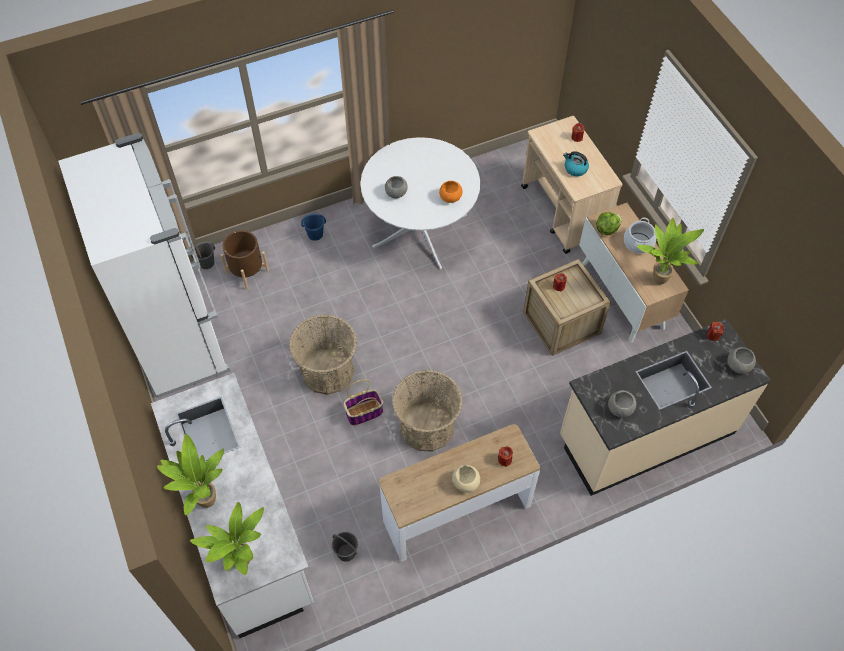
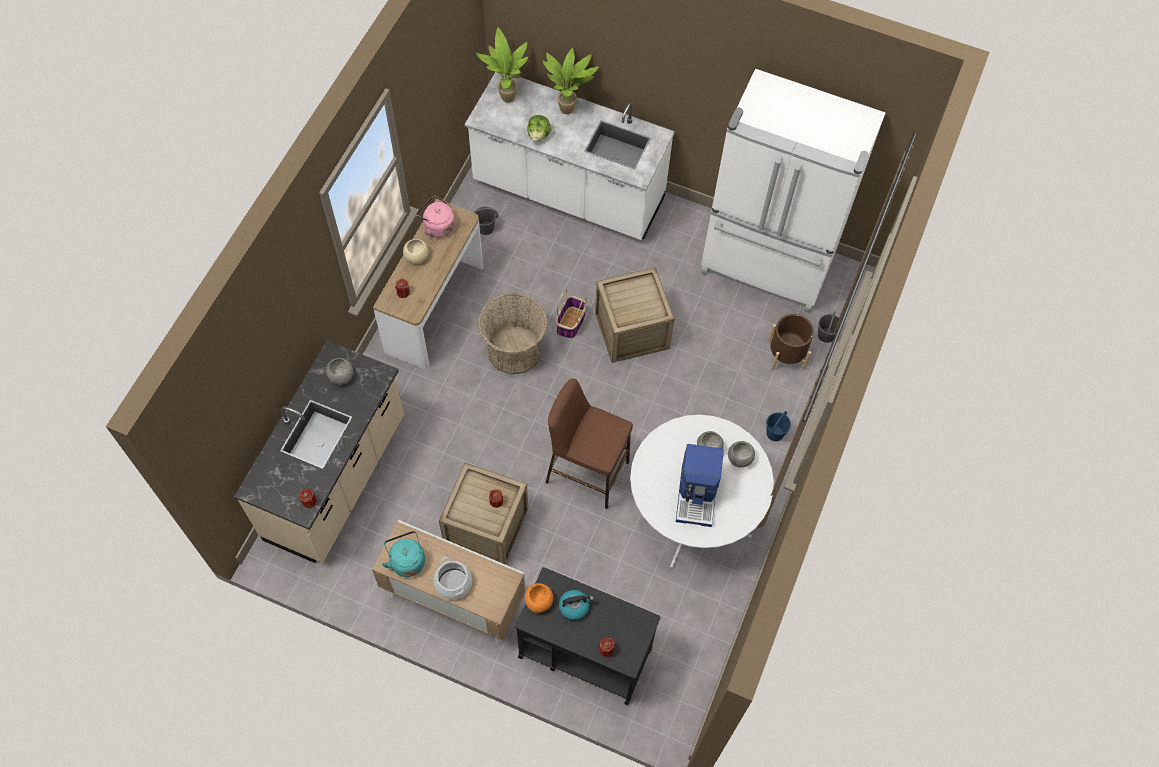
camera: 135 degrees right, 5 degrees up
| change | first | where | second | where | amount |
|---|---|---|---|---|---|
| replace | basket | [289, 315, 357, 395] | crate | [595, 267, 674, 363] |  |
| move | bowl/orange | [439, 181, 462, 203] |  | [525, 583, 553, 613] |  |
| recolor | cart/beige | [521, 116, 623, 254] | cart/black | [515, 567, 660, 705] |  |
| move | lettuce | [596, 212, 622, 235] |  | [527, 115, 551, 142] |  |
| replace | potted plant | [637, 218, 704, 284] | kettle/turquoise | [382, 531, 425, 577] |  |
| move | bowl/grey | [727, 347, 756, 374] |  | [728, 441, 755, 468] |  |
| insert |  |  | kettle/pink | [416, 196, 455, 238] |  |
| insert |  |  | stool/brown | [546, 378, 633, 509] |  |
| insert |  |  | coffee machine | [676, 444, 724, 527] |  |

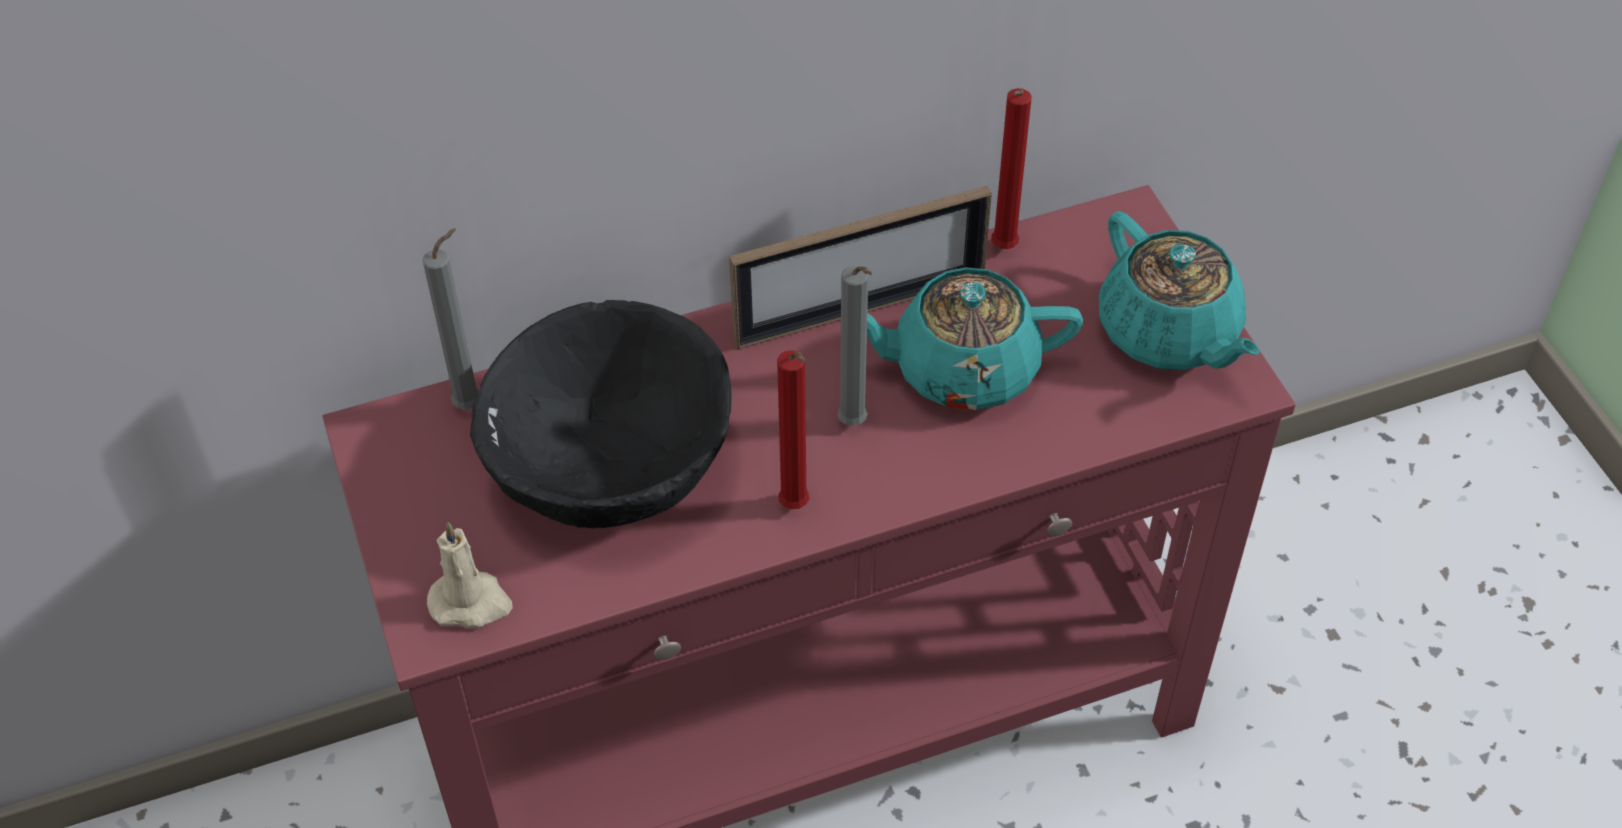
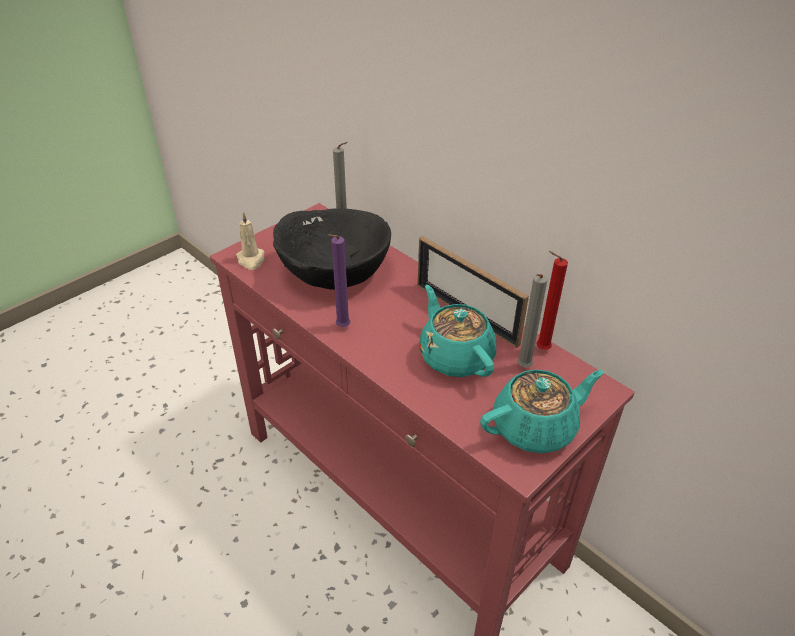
camera: 65 degrees right, 10 degrees down
| change | first | where | second | where | amount |
|---|---|---|---|---|---|
| recolor | candle/red | [777, 350, 809, 509] | candle/purple | [328, 234, 350, 327] |  |
| move | candle/grey | [837, 266, 872, 426] |  | [517, 274, 548, 368] |  |
| rotate | teapot/turquoise | [1099, 211, 1260, 370] |  | [480, 369, 604, 453] | 150 degrees counterclockwise |

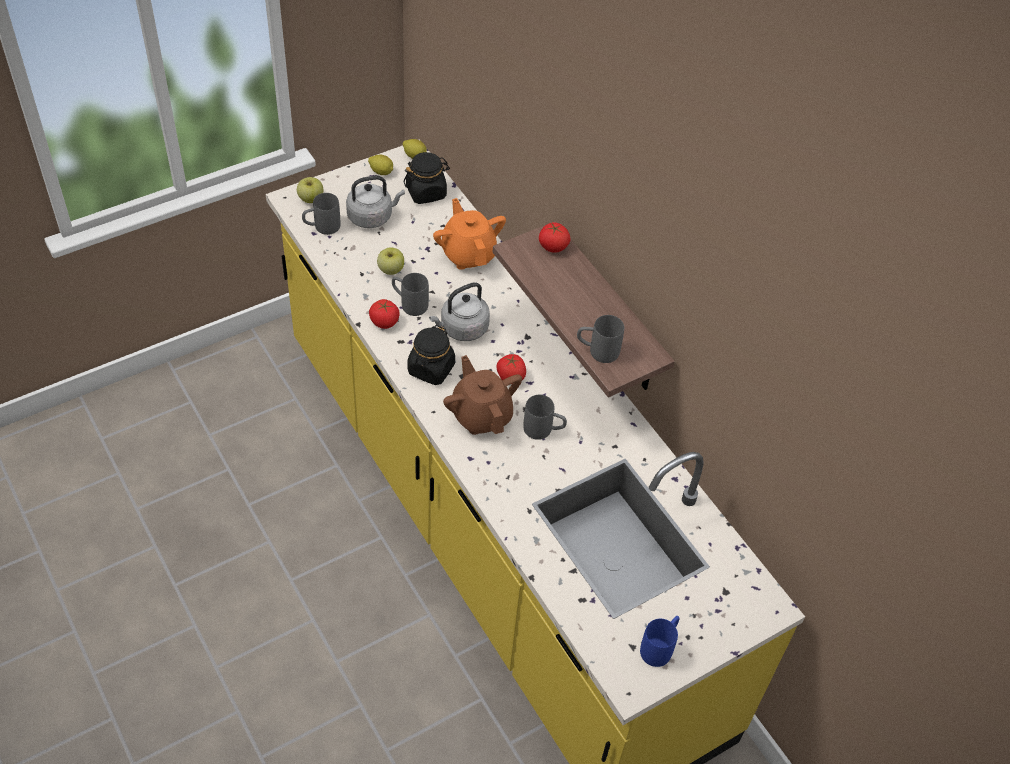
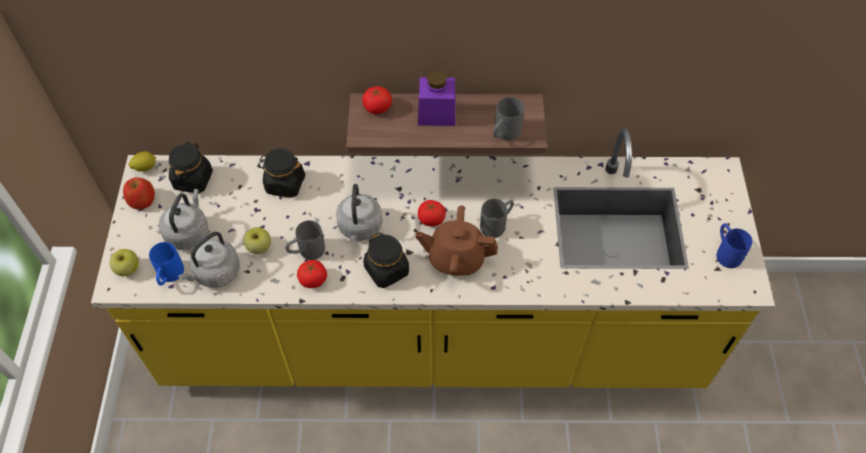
camera: 55 degrees left, 5 degrees up
| change | first | where | second | where | amount |
|---|---|---|---|---|---|
| recolor | mug/grey | [302, 193, 340, 235] | mug/blue | [149, 242, 184, 286] |  |
| replace | lemon | [368, 155, 393, 175] | apple | [123, 177, 155, 209] |  |
| replace | teapot/orange | [433, 198, 506, 270] | jar/black | [257, 148, 306, 198] |  |
| insert |  |  | kettle/grey | [178, 232, 240, 288] |  |
| insert |  |  | jar/purple | [418, 71, 456, 126] |  |

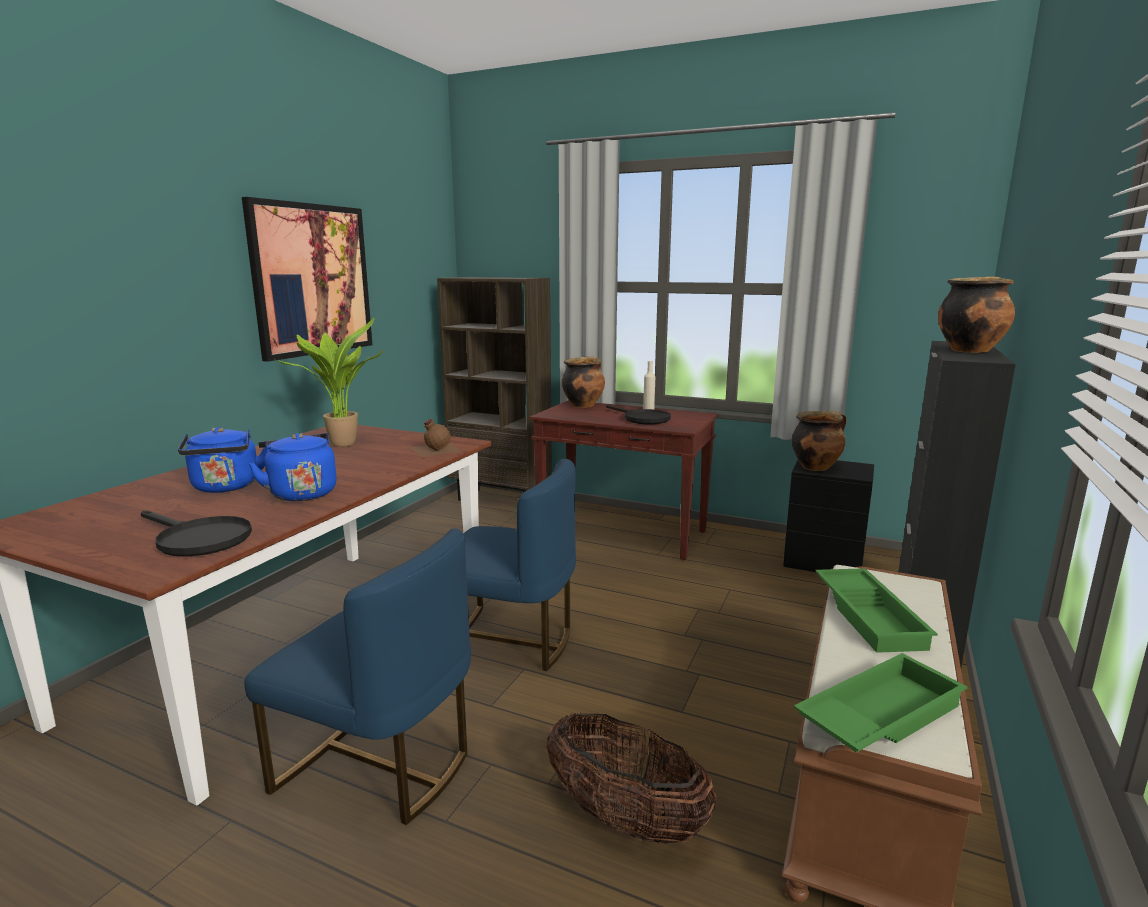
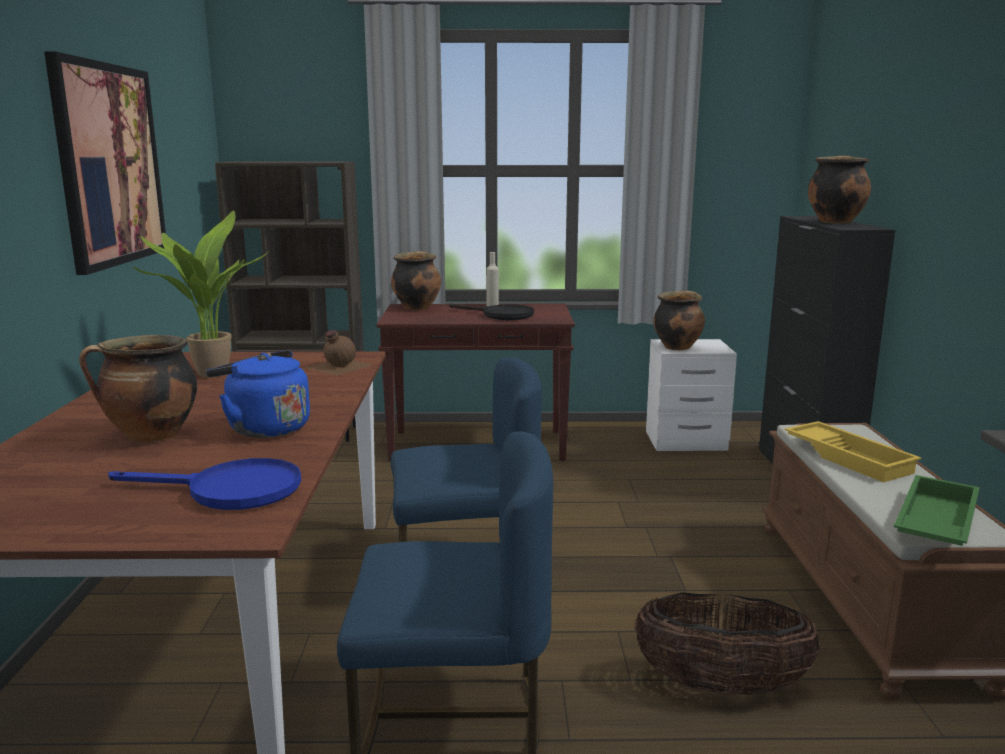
camera: 25 degrees left, 0 degrees up
| change | first | where | second | where | amount |
|---|---|---|---|---|---|
| recolor | frying pan/black | [141, 510, 252, 556] | frying pan/blue | [108, 458, 301, 510] |  |
| replace | kettle/blue | [178, 427, 267, 493] | cooking pot | [79, 335, 197, 443] |  |
| recolor | nightstand/black | [783, 460, 874, 572] | nightstand/white | [646, 339, 737, 451] |  |
| recolor | tray/green | [816, 568, 938, 653] | tray/yellow | [785, 421, 921, 482] |  |

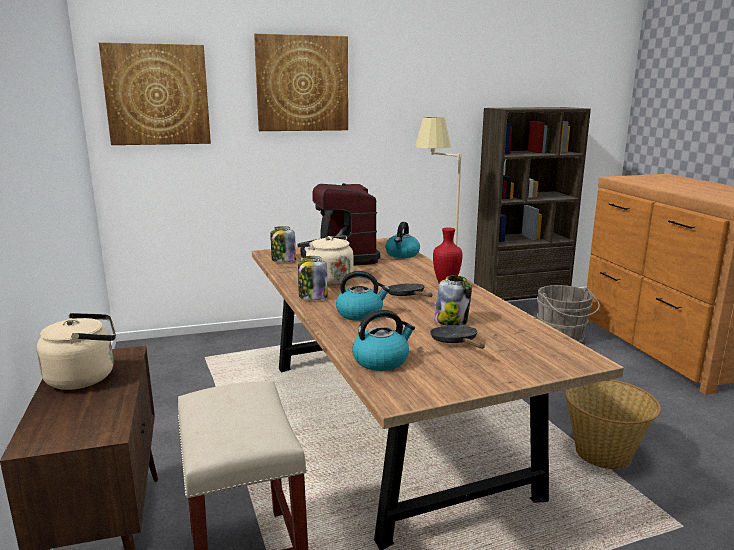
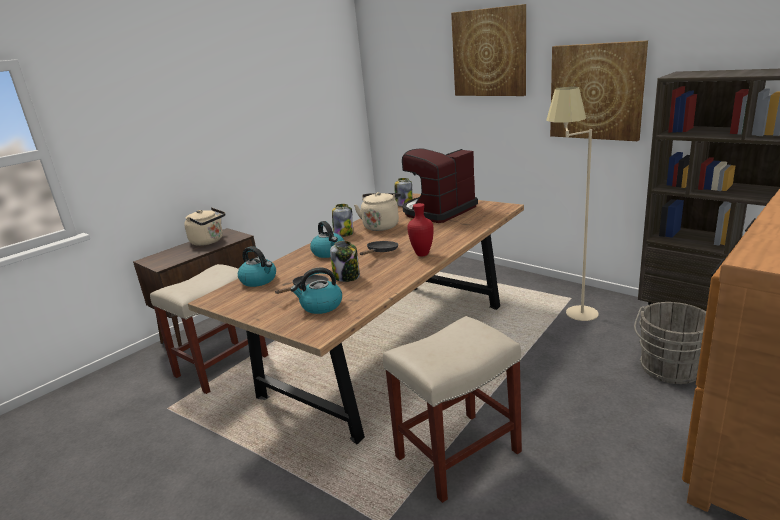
camera: 60 degrees right, 5 degrees up
| change | first | where | second | where | amount |
|---|---|---|---|---|---|
| move | picture | [99, 42, 211, 145] |  | [550, 40, 648, 141] |  |
| move | kettle | [385, 222, 420, 258] |  | [290, 267, 342, 314] |  |
| replace | basket | [565, 379, 661, 470] | stool/beige | [383, 316, 522, 503] |  |

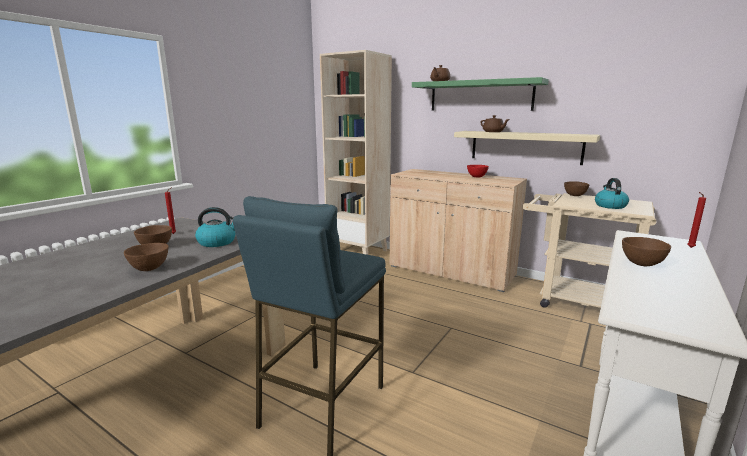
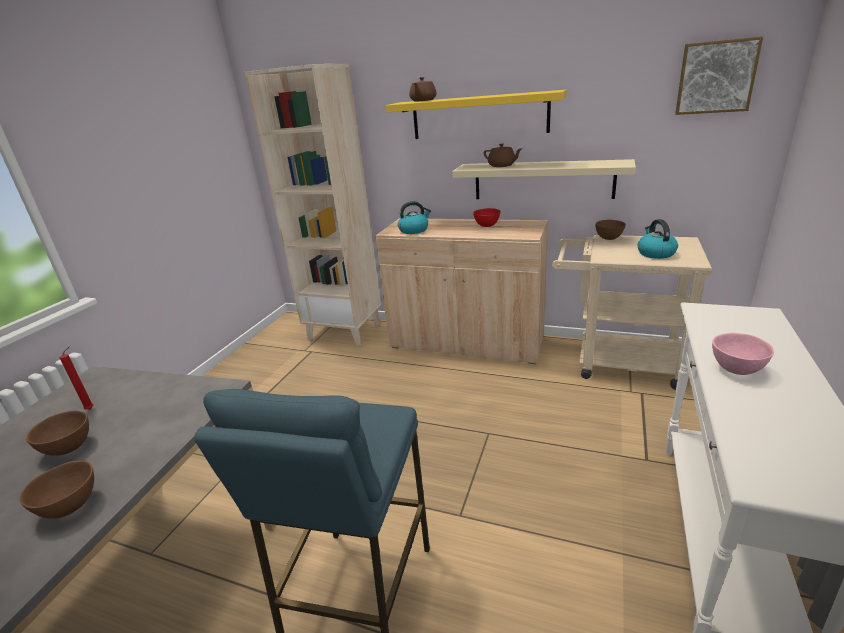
camera: 10 degrees left, 10 degrees up
| change | first | where | second | where | amount |
|---|---|---|---|---|---|
| move | kettle | [195, 207, 236, 247] |  | [398, 201, 431, 234] |  |
| recolor | shelf/green | [412, 77, 549, 111] | shelf/yellow | [385, 90, 567, 139] |  |
| recolor | bowl/brown | [622, 237, 671, 266] | bowl/pink | [712, 333, 774, 375] |  |
| delete | candle/red | [687, 192, 706, 248] |  |  |  |
| insert |  |  | picture | [675, 36, 763, 115] |  |

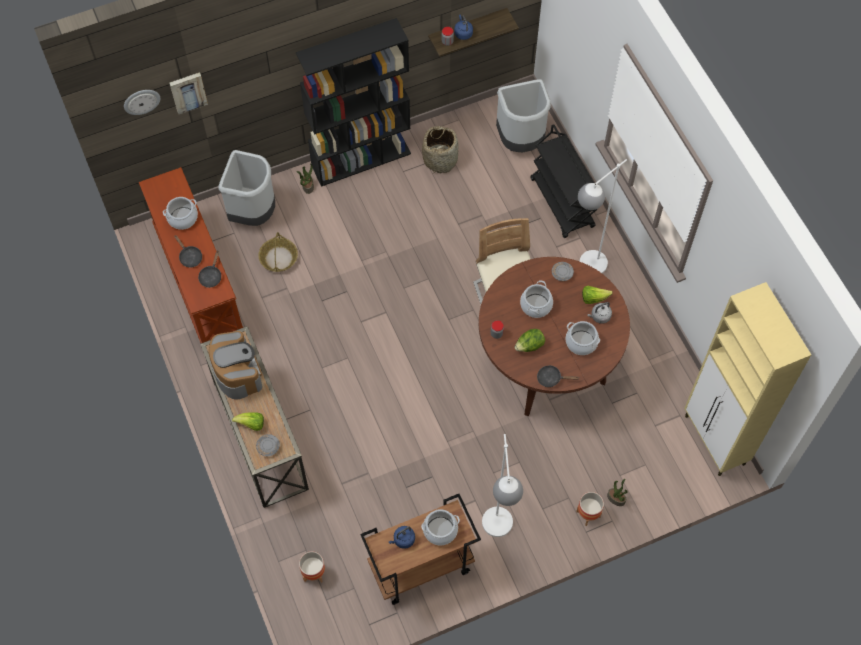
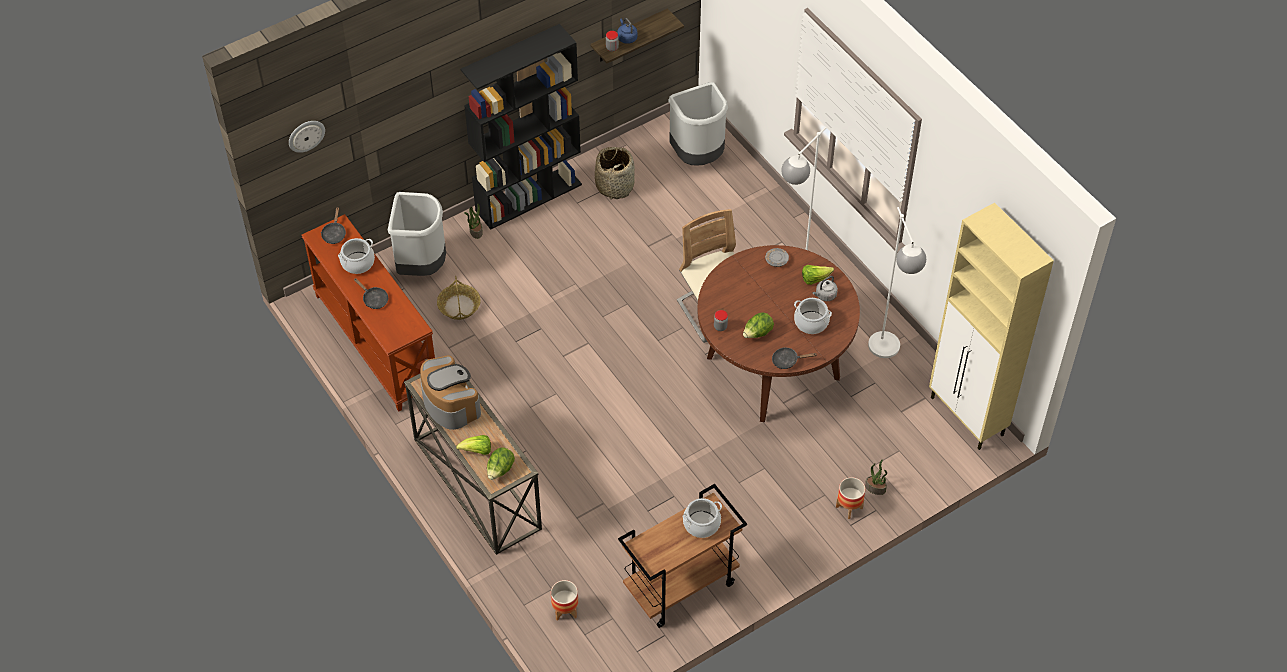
camera: 10 degrees left, 10 degrees down
| change | first | where | second | where | amount |
|---|---|---|---|---|---|
| delete | picture | [170, 72, 208, 114] |  |  |  |
| move | frying pan/black | [198, 250, 221, 288] |  | [321, 207, 346, 244] |  |
| replace | plate/grey | [256, 434, 280, 456] | lettuce | [487, 447, 515, 480] |  |
| delete | kettle/blue | [389, 526, 415, 549] |  |  |  |
| move | floor lamp/white | [482, 434, 523, 537] |  | [868, 207, 926, 358] |  |
| delete | cooking pot | [520, 280, 553, 318] |  |  |  |
| delete | cart/black | [530, 124, 597, 238] |  |  |  |

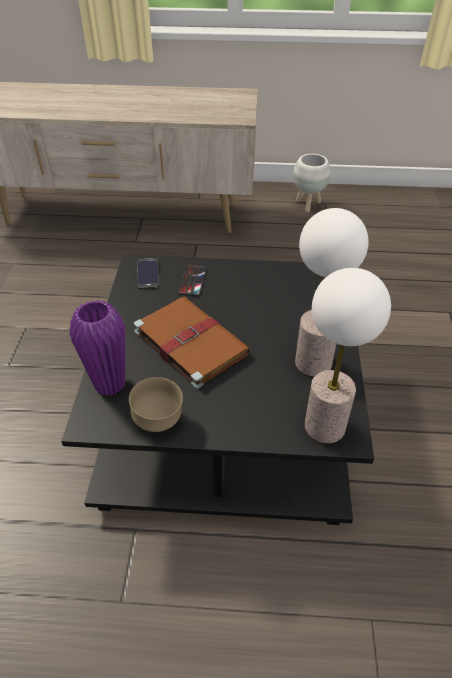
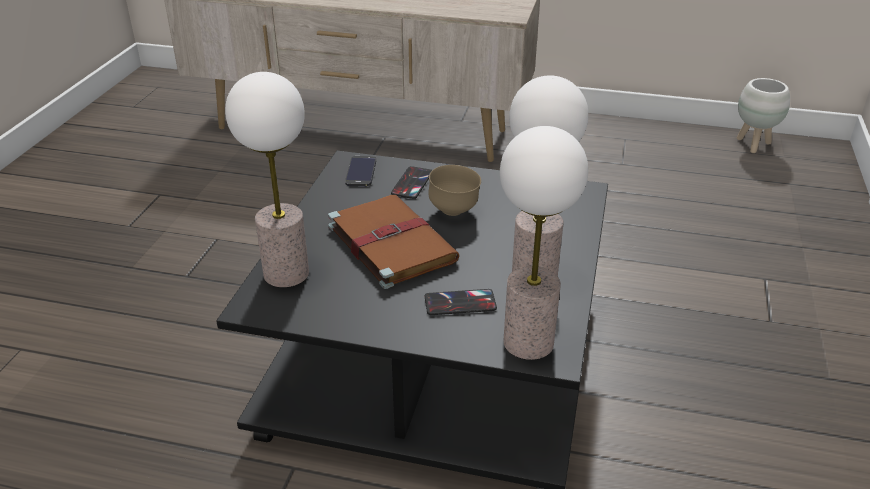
camera: 10 degrees right, 10 degrees down
| change | first | where | second | where | amount |
|---|---|---|---|---|---|
| replace | vase/purple | [69, 300, 125, 396] | table lamp | [225, 72, 309, 288] |  |
| move | bowl/brown | [129, 377, 183, 432] |  | [428, 165, 481, 216] |  |
| move | planter/white | [293, 154, 330, 212] |  | [737, 78, 790, 153] |  |
| insert |  |  | phone | [425, 289, 497, 315] |  |

